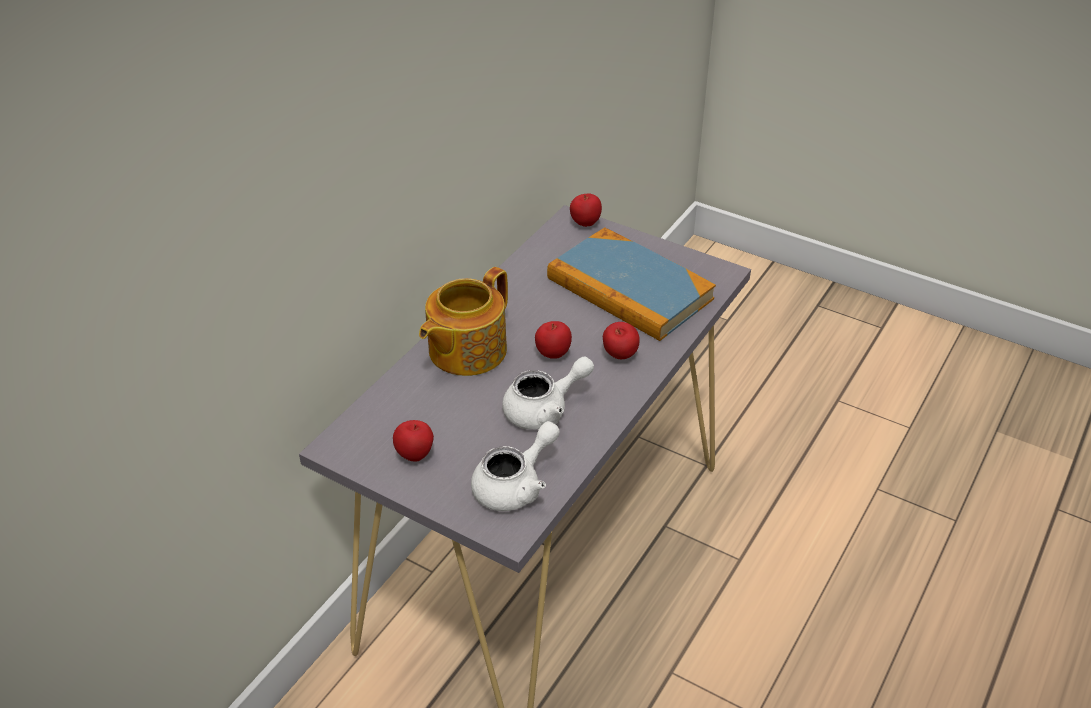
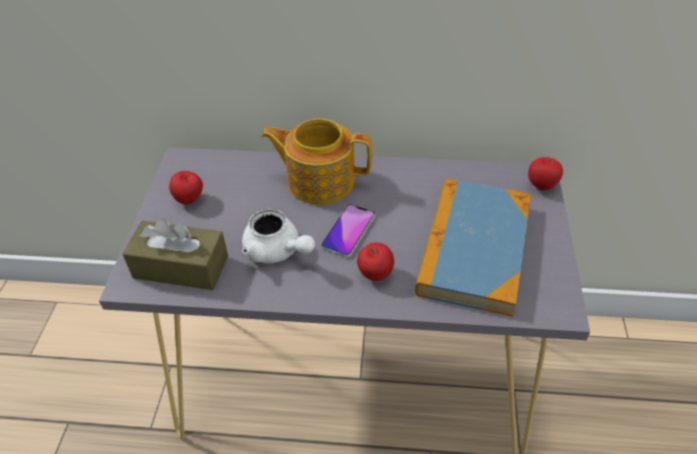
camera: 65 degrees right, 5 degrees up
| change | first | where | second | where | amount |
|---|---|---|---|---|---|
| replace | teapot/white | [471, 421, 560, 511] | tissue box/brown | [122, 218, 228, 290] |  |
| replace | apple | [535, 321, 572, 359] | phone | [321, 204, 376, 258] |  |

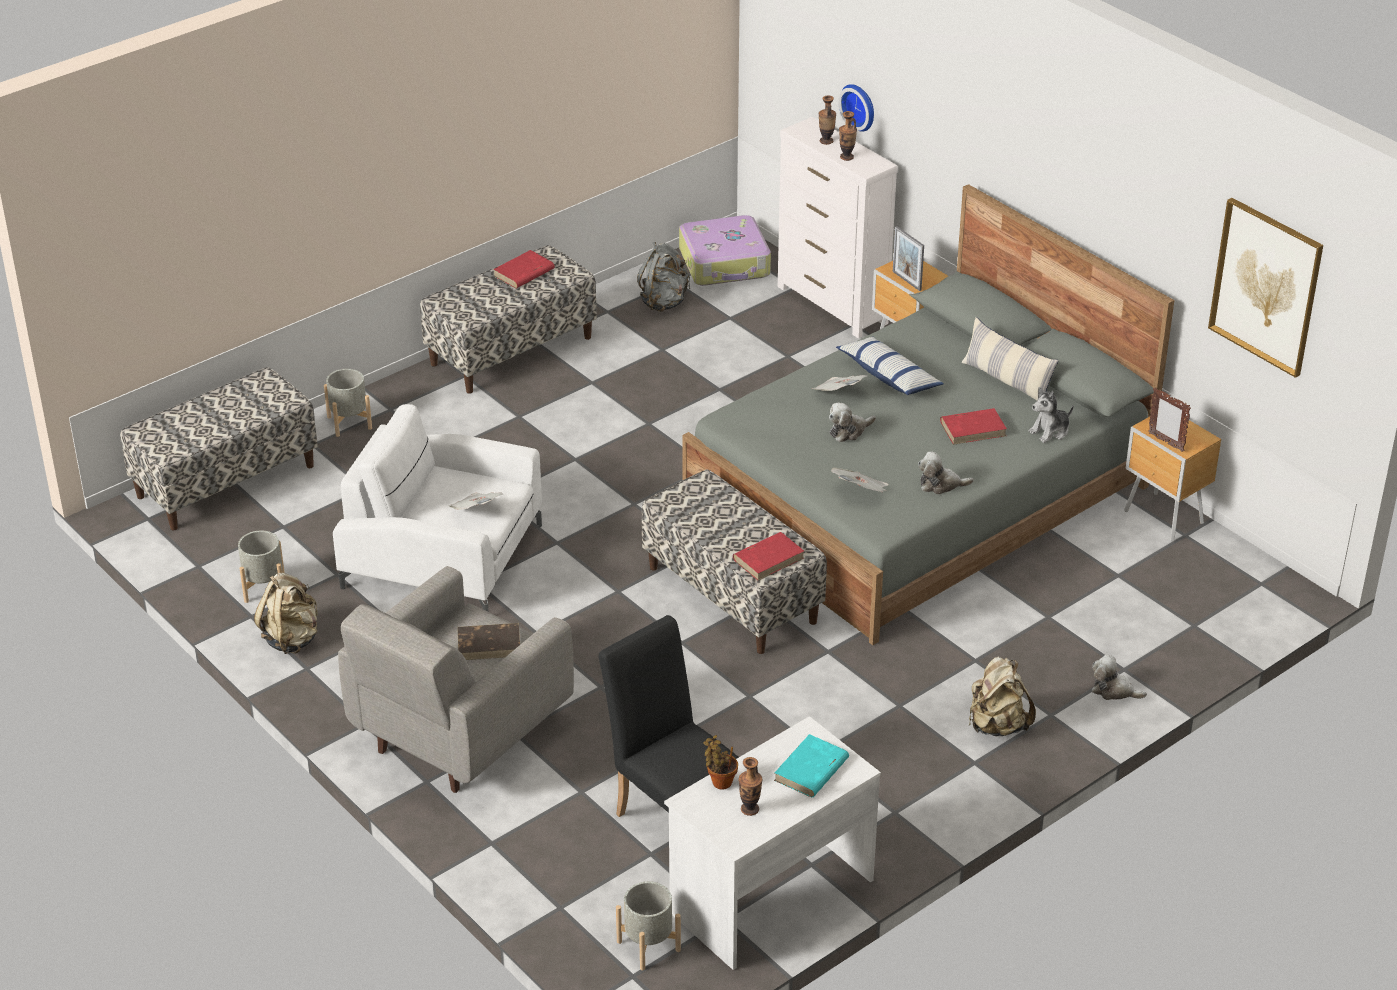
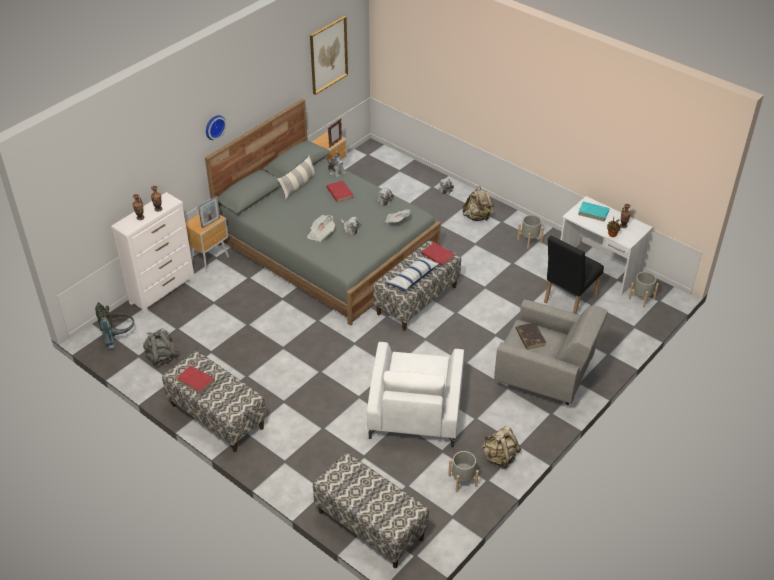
camera: 100 degrees left, 5 degrees up
| change | first | where | second | where | amount |
|---|---|---|---|---|---|
| move | planter/grey | [324, 369, 372, 437] |  | [517, 215, 544, 249] |  |
| delete | newspaper | [449, 492, 503, 509] |  |  |  |
| replace | suitcase | [679, 215, 771, 286] | backpack/grey | [95, 302, 134, 349] |  |
| move | pillow | [836, 337, 944, 395] |  | [385, 256, 441, 292] |  |
| move | wall clock | [838, 84, 874, 132] |  | [206, 115, 227, 140] |  |

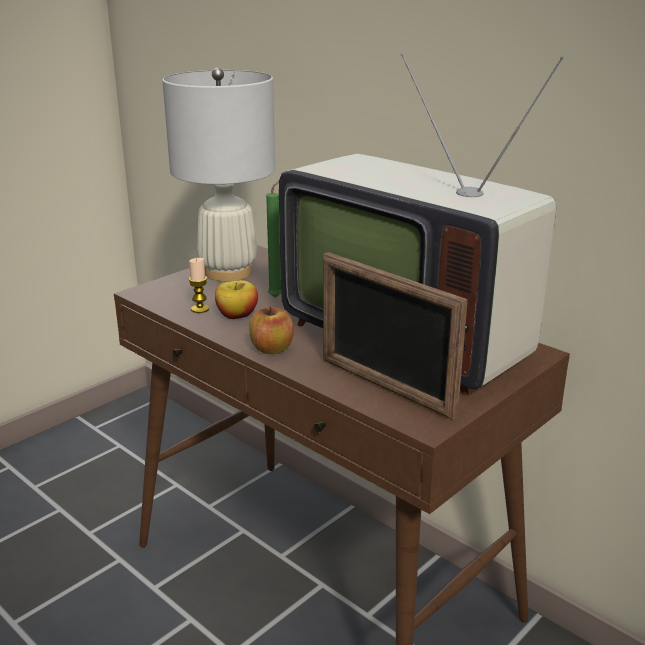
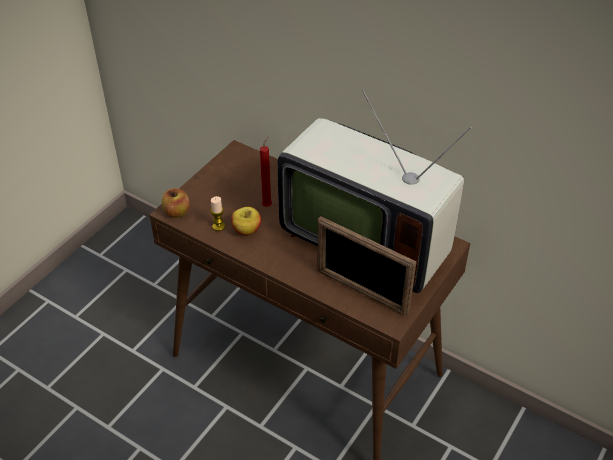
camera: 10 degrees left, 20 degrees up
| change | first | where | second | where | amount |
|---|---|---|---|---|---|
| delete | table lamp/white | [162, 68, 275, 282] |  |  |  |
| move | apple | [249, 306, 294, 354] |  | [161, 188, 190, 218] |  |
| recolor | candle/green | [266, 180, 281, 298] | candle/red | [260, 136, 272, 207] |  |

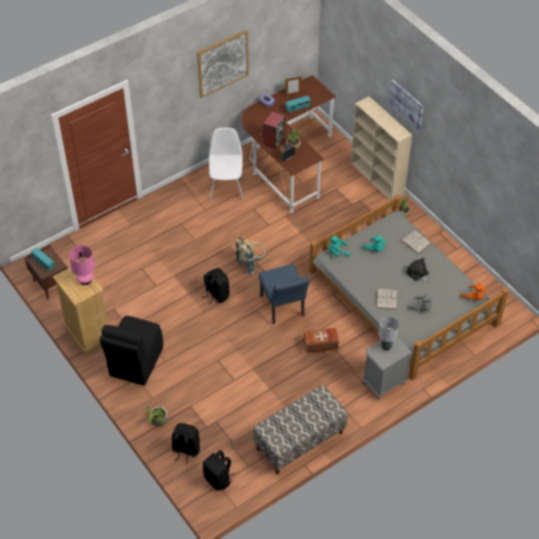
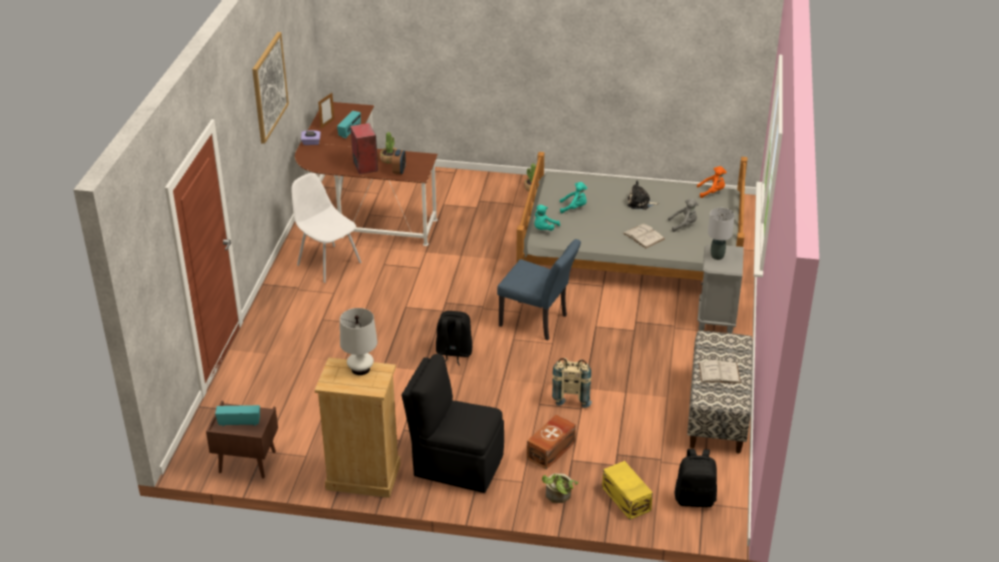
camera: 45 degrees left, 15 degrees down
| change | first | where | second | where | amount |
|---|---|---|---|---|---|
| recolor | table lamp/pink | [70, 246, 95, 285] | table lamp/white | [340, 308, 377, 375] |  |
| rotate | chair/black | [99, 316, 163, 386] |  | [402, 354, 504, 493] | 135 degrees clockwise |
| replace | backpack/black | [172, 423, 200, 464] | storage box/yellow | [602, 461, 653, 520] |  |
| move | backpack/beige | [235, 238, 266, 275] |  | [552, 358, 592, 408] |  |
| move | storage box/brown | [304, 328, 339, 354] |  | [527, 415, 576, 469] |  |
| delete | bookcase/beige | [351, 96, 412, 200] |  |  |  |
| delete | picture | [389, 80, 424, 130] |  |  |  |
| move | book/white | [400, 230, 431, 254] |  | [699, 360, 741, 383] |  |

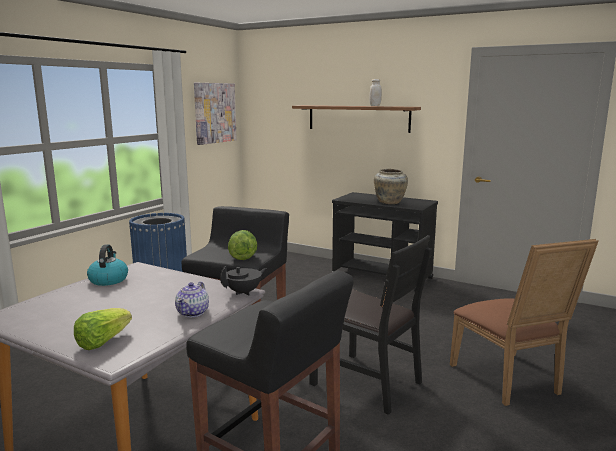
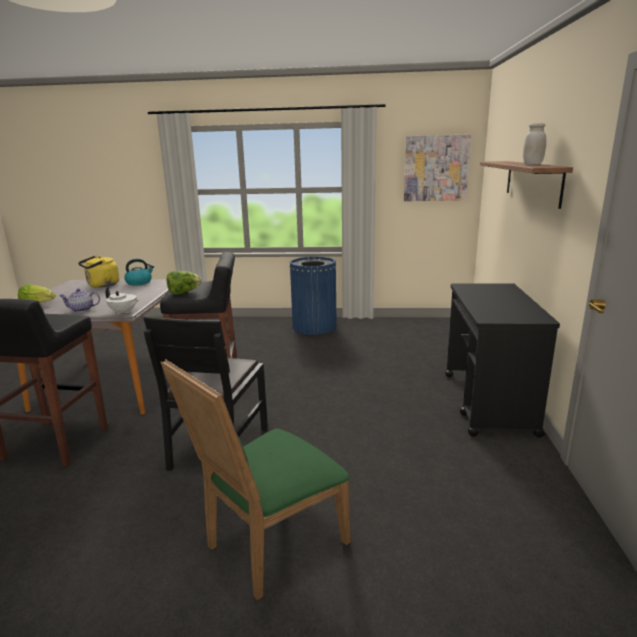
camera: 65 degrees right, 5 degrees up
| change | first | where | second | where | amount |
|---|---|---|---|---|---|
| recolor | teapot/black | [220, 266, 267, 296] | teapot/white | [106, 287, 139, 315] |  |
| delete | vase/beige | [374, 169, 408, 204] |  |  |  |
| recolor | chair/brown | [450, 239, 599, 406] | chair/green | [161, 359, 351, 600] |  |
| insert |  |  | kettle/yellow | [78, 256, 119, 288] |  |

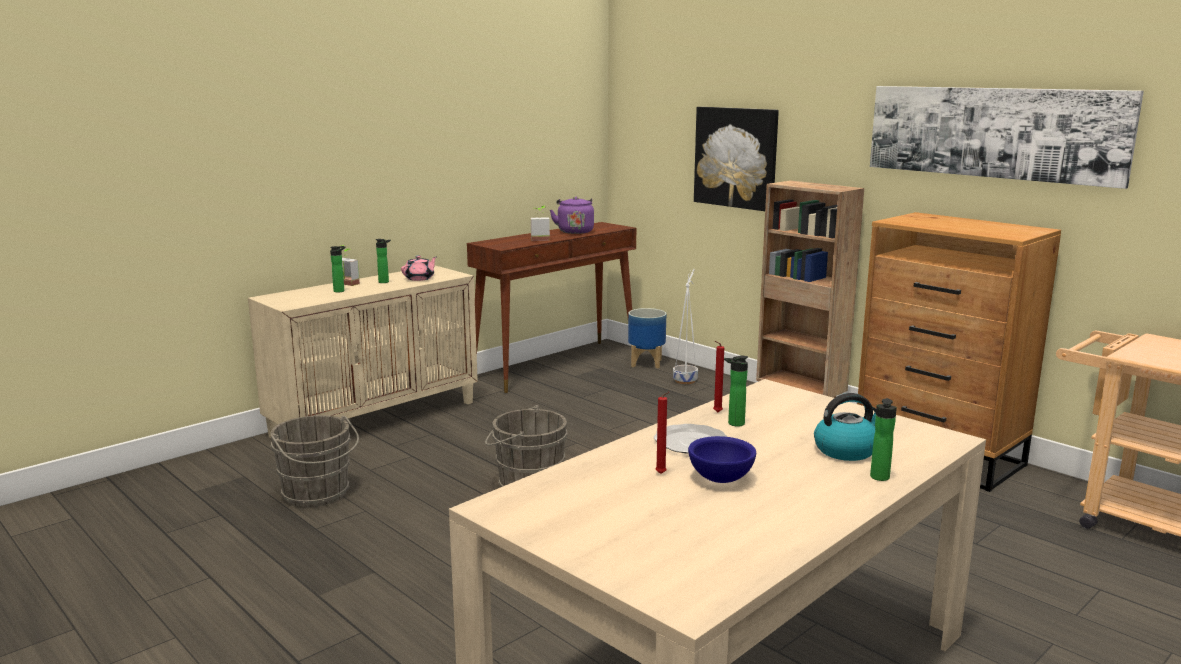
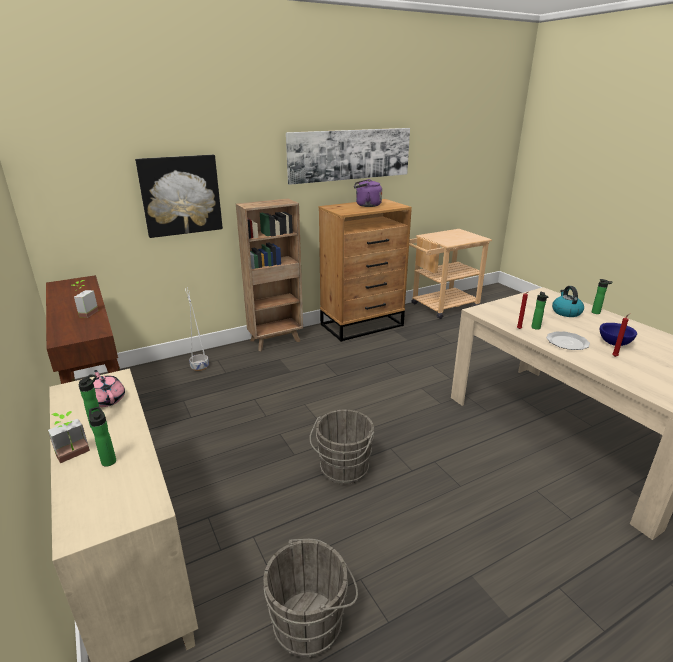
camera: 75 degrees left, 10 degrees up
| change | first | where | second | where | amount |
|---|---|---|---|---|---|
| move | kettle/purple | [550, 197, 594, 234] |  | [354, 179, 382, 207] |  |
| delete | planter | [628, 308, 666, 369] |  |  |  |

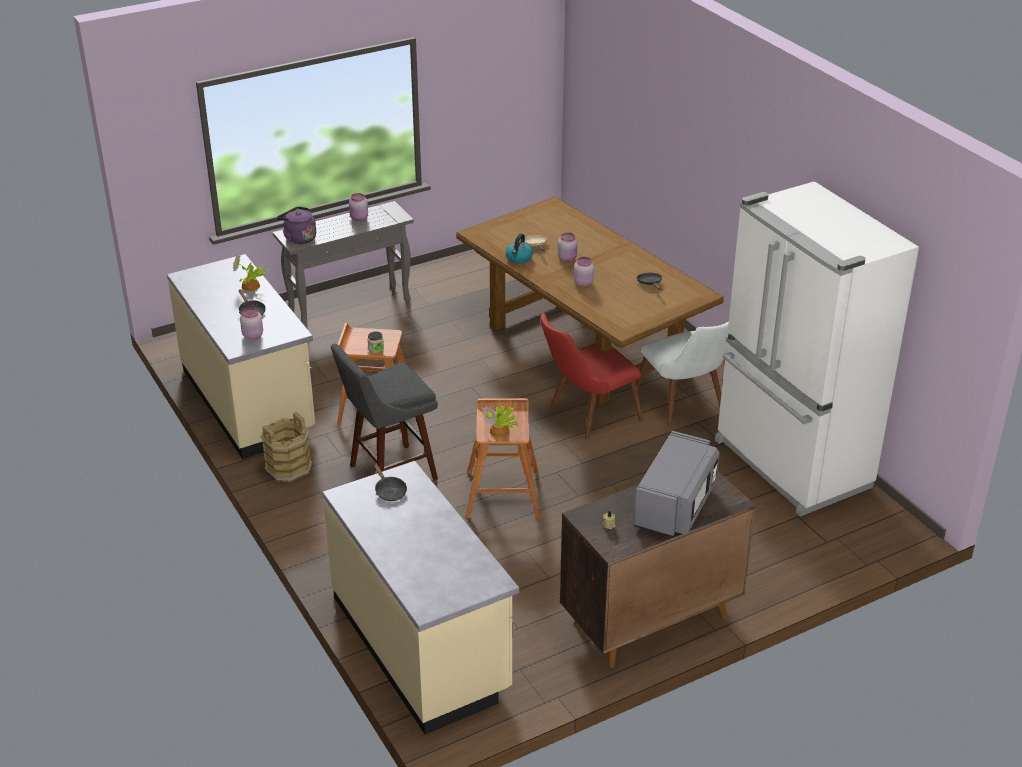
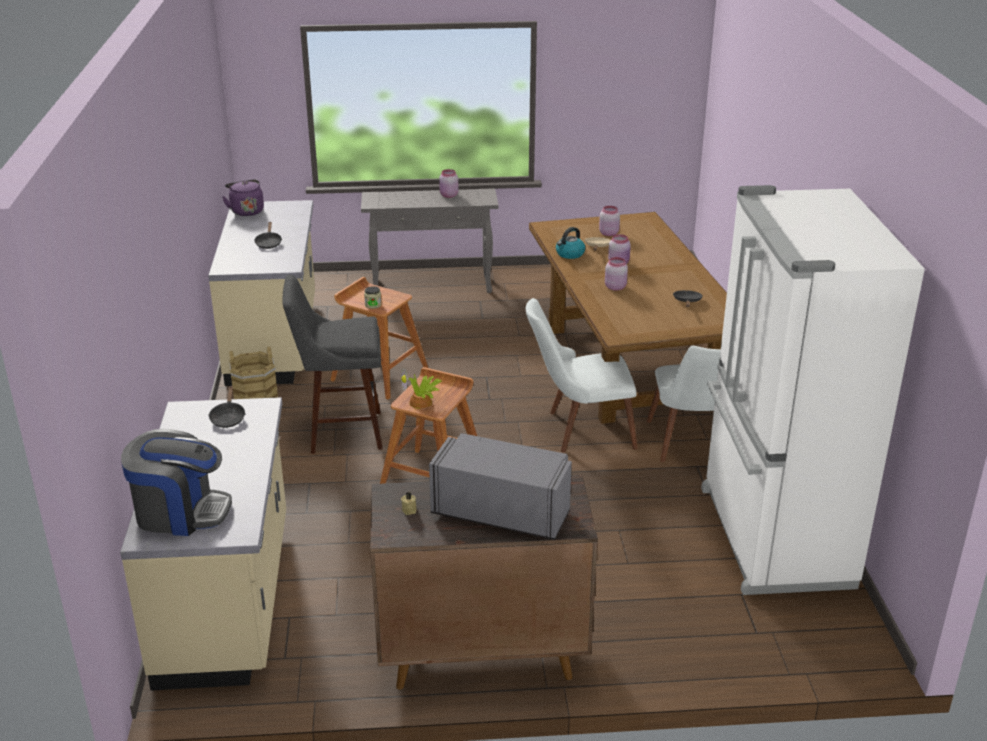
camera: 25 degrees right, 5 degrees down
| change | first | where | second | where | amount |
|---|---|---|---|---|---|
| delete | potted plant | [233, 255, 268, 291] |  |  |  |
| move | jar/pink | [240, 307, 263, 339] |  | [599, 206, 620, 236] |  |
| move | kettle/purple | [277, 207, 316, 244] |  | [222, 179, 264, 216] |  |
| recolor | chair/red | [540, 314, 643, 440] | chair/white | [526, 298, 638, 452] |  |
| rotate | microwave/grey | [634, 431, 720, 537] |  | [429, 433, 572, 540] | 120 degrees counterclockwise |
| insert |  |  | coffee machine | [121, 429, 232, 536] |  |

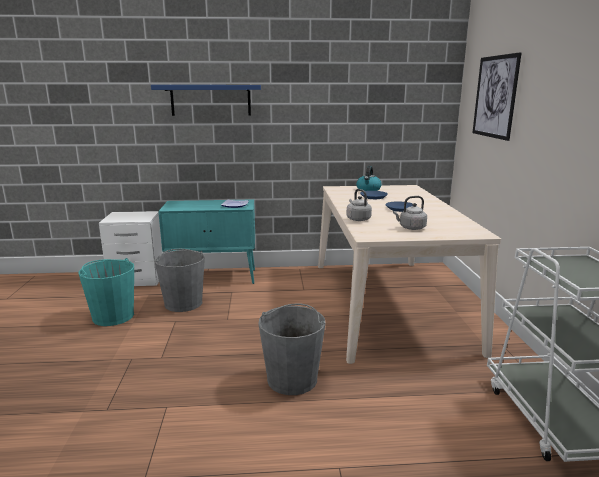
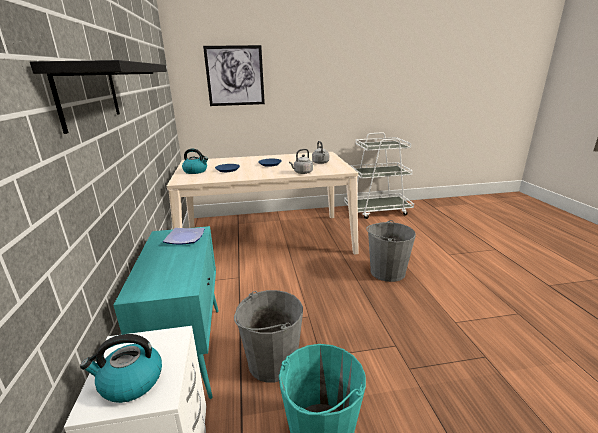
camera: 95 degrees left, 5 degrees up
| change | first | where | second | where | amount |
|---|---|---|---|---|---|
| recolor | shelf/blue | [151, 85, 261, 116] | shelf/black | [30, 60, 167, 134] |  |
| insert |  |  | kettle | [80, 334, 162, 403] |  |

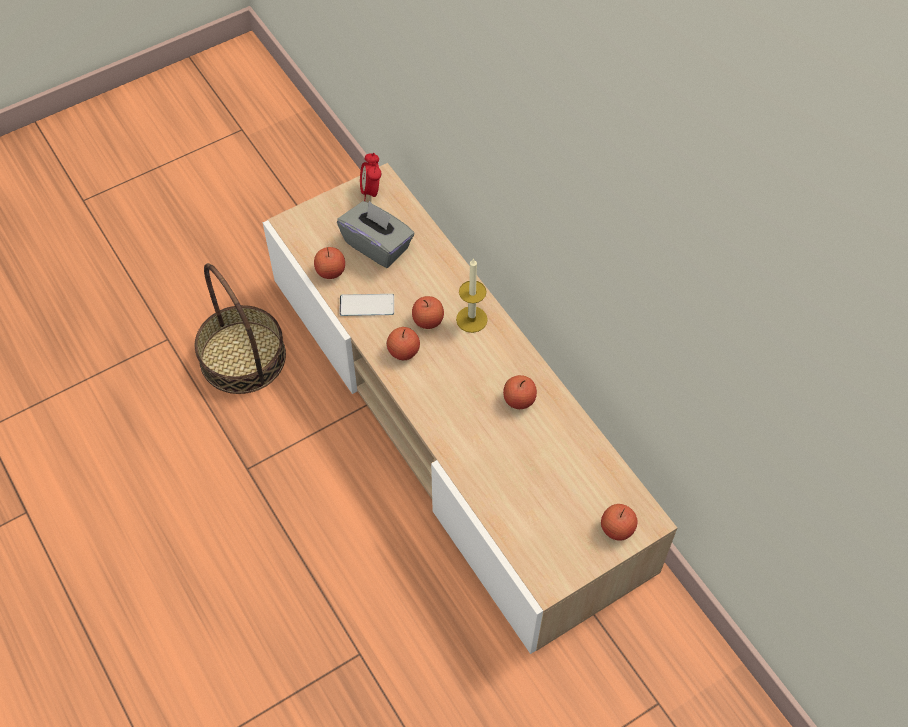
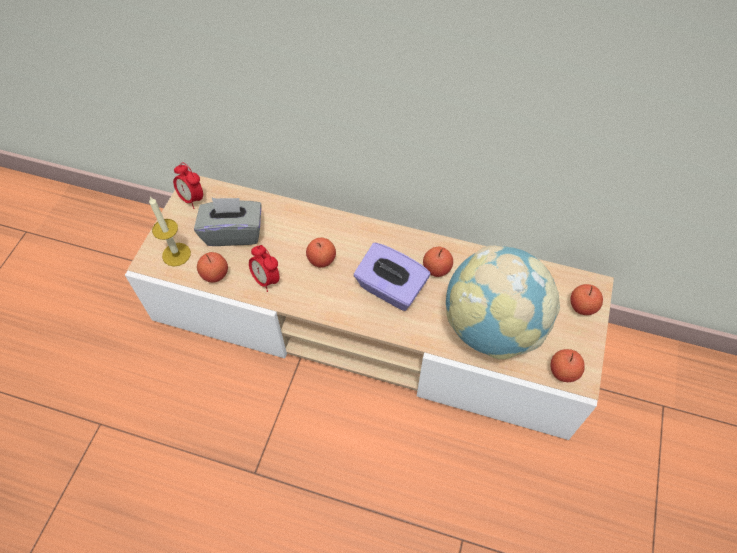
camera: 40 degrees left, 0 degrees up
| change | first | where | second | where | amount |
|---|---|---|---|---|---|
| delete | basket | [195, 263, 286, 394] |  |  |  |
| replace | phone | [339, 294, 394, 316] | alarm clock | [249, 245, 279, 292] |  |
| move | apple | [387, 327, 420, 360] |  | [551, 349, 585, 382] |  |
| move | candle | [456, 258, 488, 333] |  | [149, 197, 191, 267] |  |
| insert |  |  | tissue box/purple | [354, 242, 430, 311] |  |
| insert |  |  | globe | [446, 245, 560, 359] |  |

